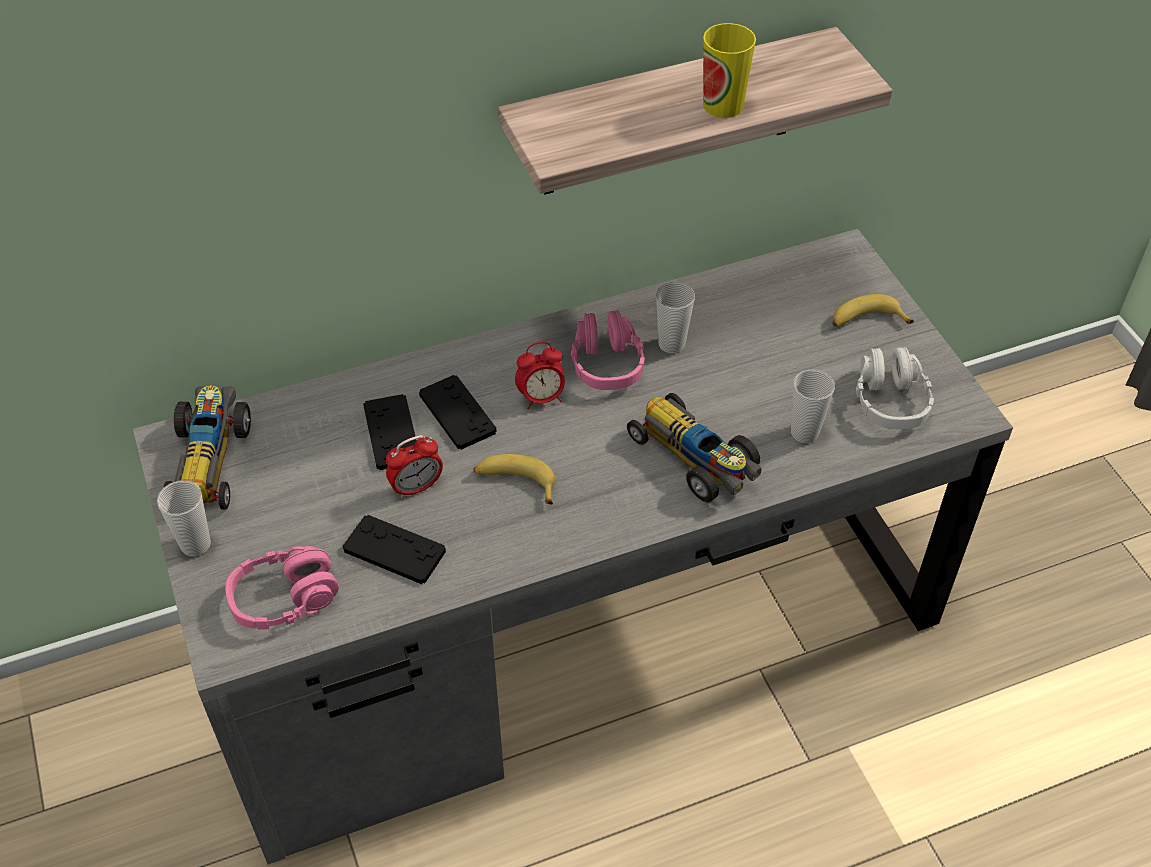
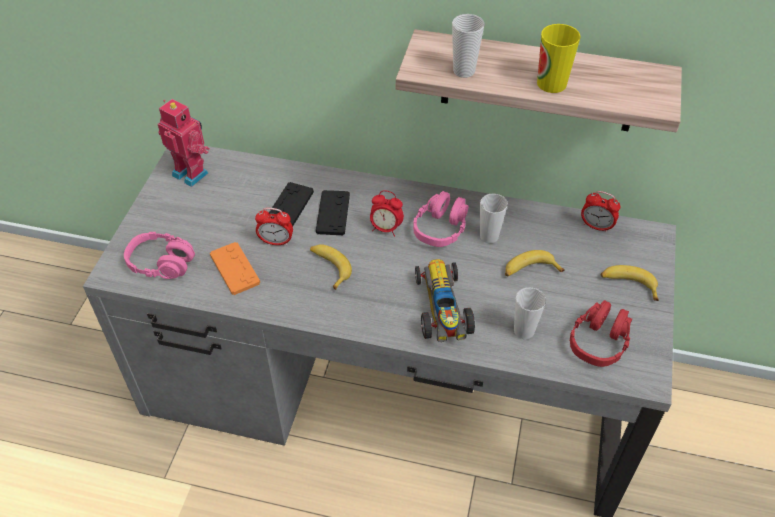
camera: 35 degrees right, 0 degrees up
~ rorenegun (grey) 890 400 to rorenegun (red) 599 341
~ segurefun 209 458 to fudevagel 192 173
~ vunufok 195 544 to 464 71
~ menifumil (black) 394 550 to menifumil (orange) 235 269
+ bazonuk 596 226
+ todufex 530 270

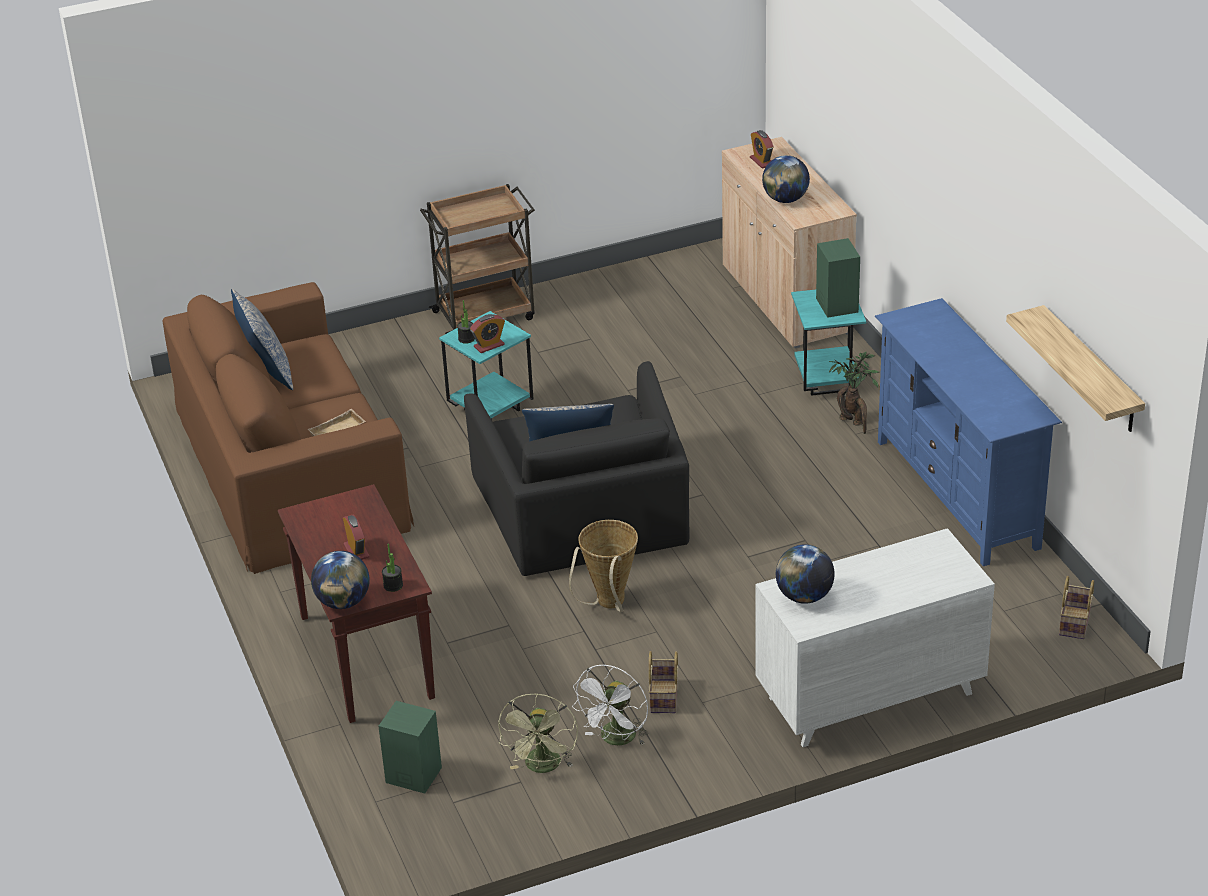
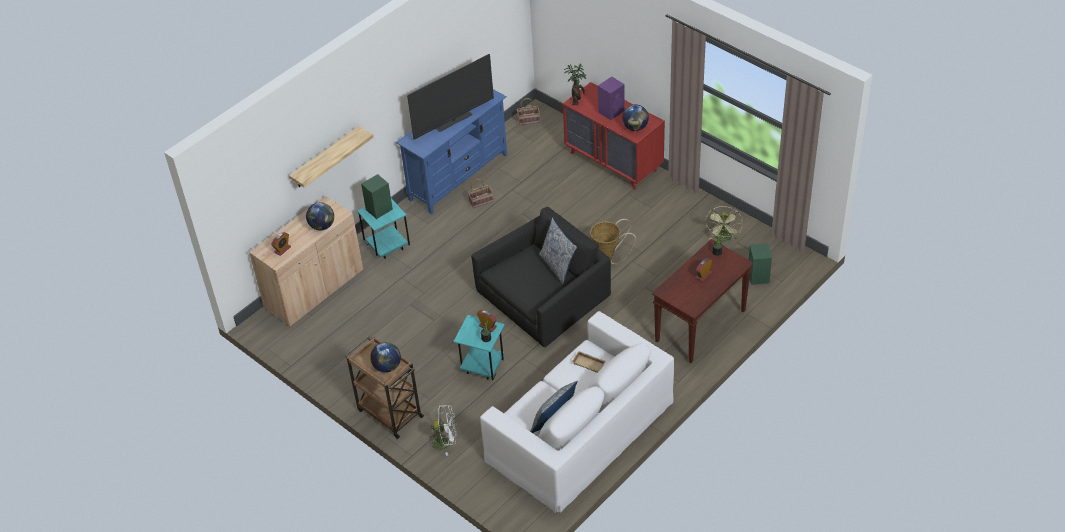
camera: 115 degrees left, 10 degrees up
~ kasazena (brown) 290 466 to kasazena (white) 580 430
~ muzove 1091 371 to 325 158
~ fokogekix 853 422 to 577 100
~ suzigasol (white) 869 697 to suzigasol (red) 614 162
~ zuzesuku 343 602 to 387 367
~ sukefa 664 697 to 481 201
~ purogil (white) 616 740 to 445 442
~ purogil (green) 543 767 = 724 239 120 degrees clockwise
+ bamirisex 453 121
+ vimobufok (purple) 611 111

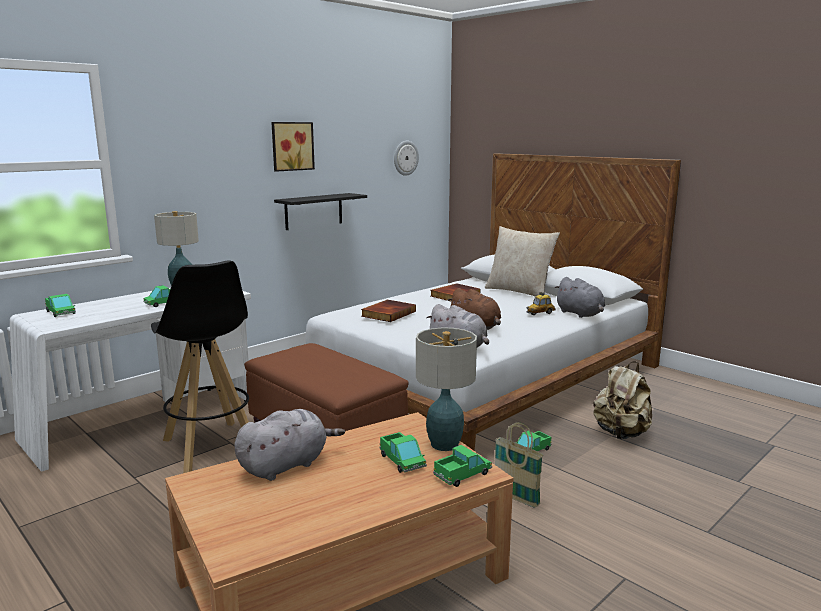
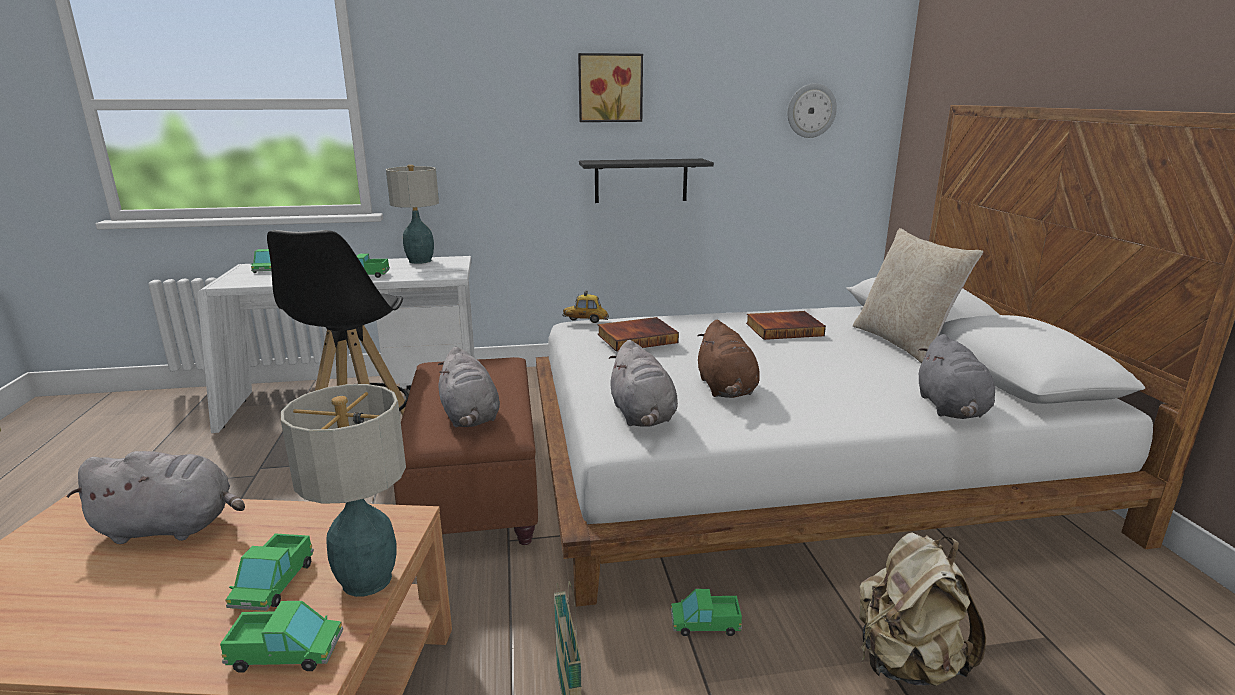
camera: 35 degrees right, 5 degrees up
~ segurefun 540 313 to 585 320
+ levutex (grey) 470 417

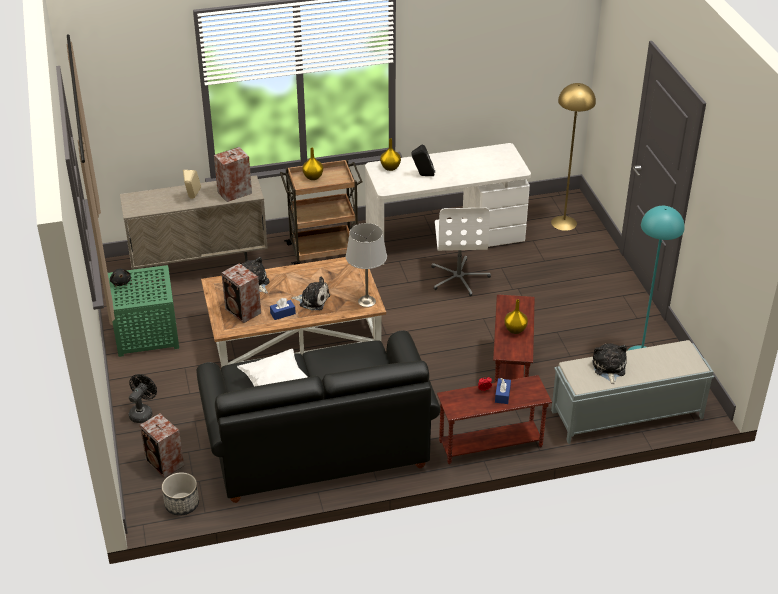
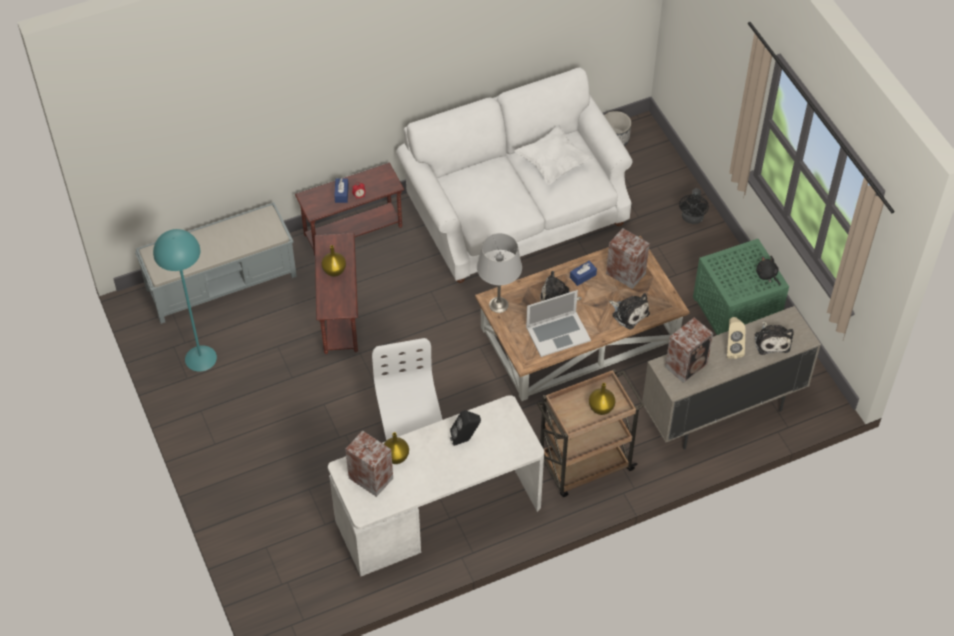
camera: 170 degrees right, 15 degrees up
- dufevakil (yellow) 563 223
~ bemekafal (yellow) 390 168 to 396 456
~ kasazena (black) 316 442 to kasazena (white) 517 211
~ levutex 609 368 to 771 341
~ vimobufok 165 464 to 370 477
+ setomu 558 333

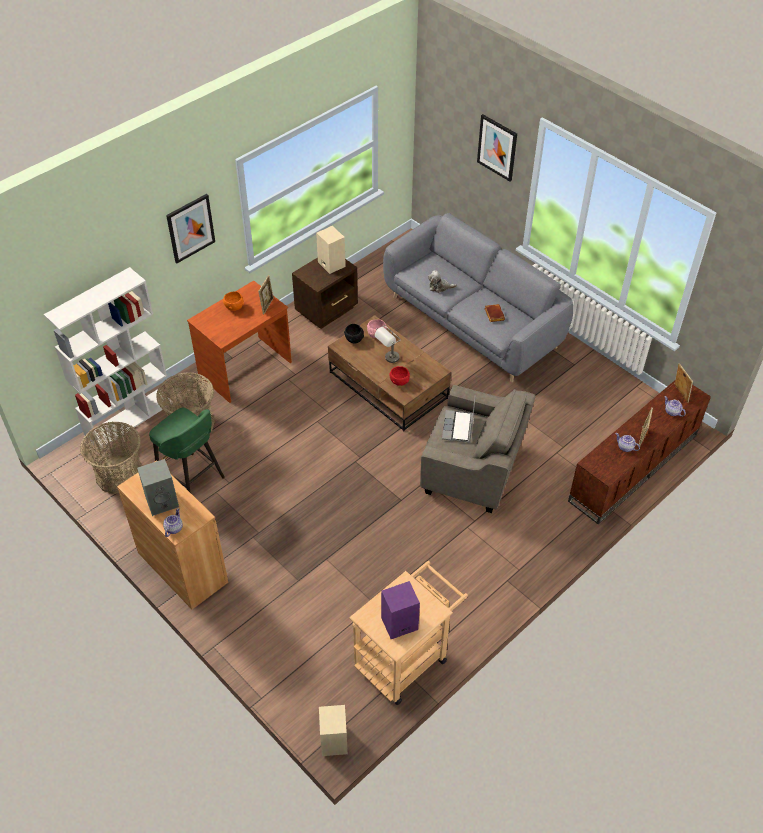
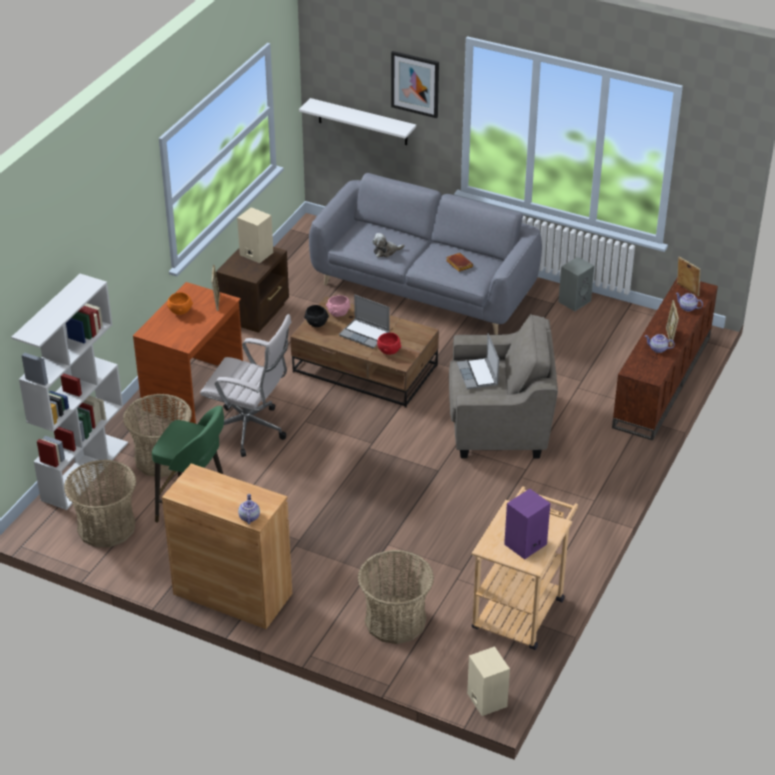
camera: 20 degrees left, 10 degrees down
- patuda 190 228
~ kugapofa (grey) 388 360 to setomu 365 334
~ vimobufok (grey) 163 501 to 574 301
+ muzove (white) 362 122
+ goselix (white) 251 431
+ sukefa 395 621

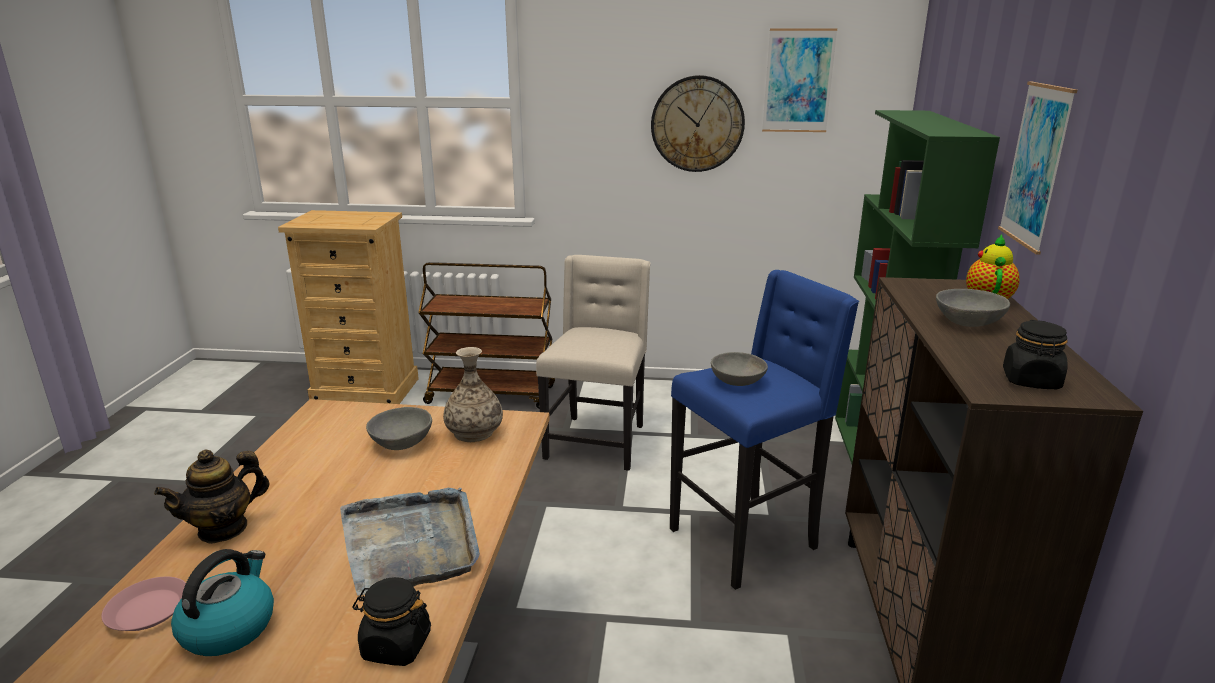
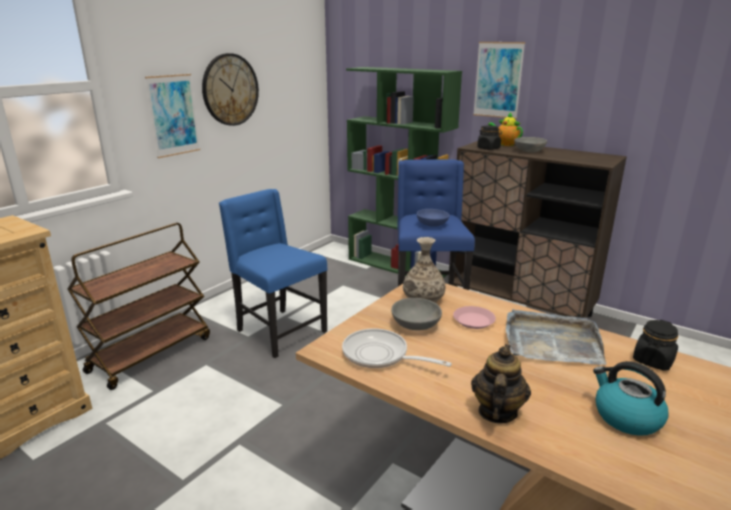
camera: 60 degrees left, 0 degrees up
~ patuda 798 81 to 173 115
~ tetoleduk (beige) 597 441 to tetoleduk (blue) 279 331
~ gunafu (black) 1031 381 to 488 148
~ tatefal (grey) 737 382 to tatefal (blue) 432 225
~ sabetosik 223 529 = 497 412 150 degrees counterclockwise
~ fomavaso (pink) 148 610 to 474 320
+ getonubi 380 355

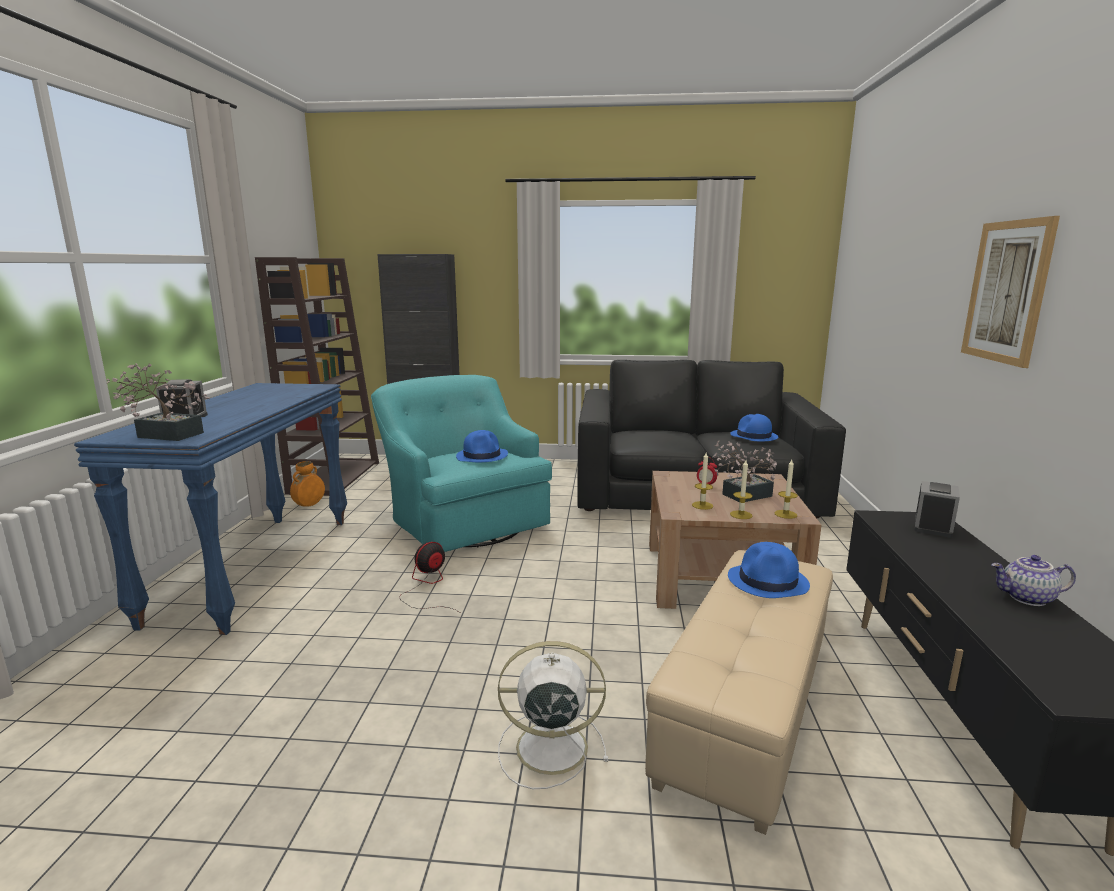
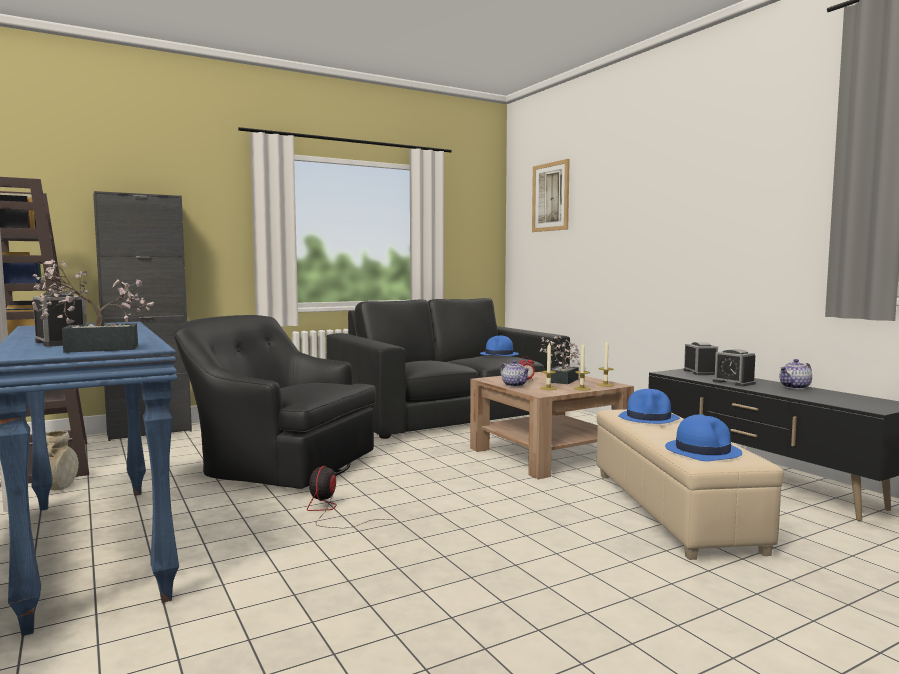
camera: 35 degrees left, 10 degrees down
~ patuda 1007 291 to 550 197
~ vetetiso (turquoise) 464 520 to vetetiso (black) 279 465
~ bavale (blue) 482 456 to 702 451
~ bemekafal (orange) 309 505 to bemekafal (beige) 60 488
- purogil (white) 548 747
+ bazonuk 733 382
+ sabetosik 515 385

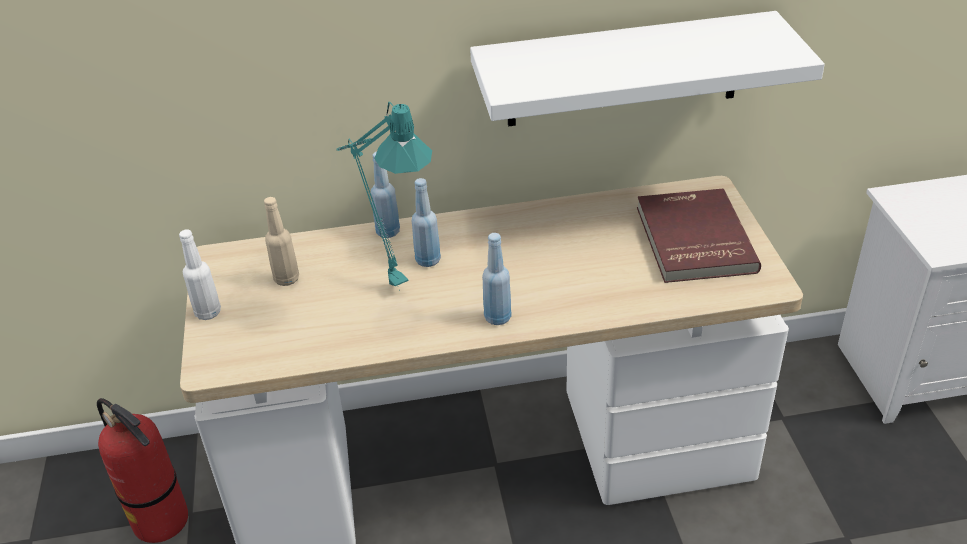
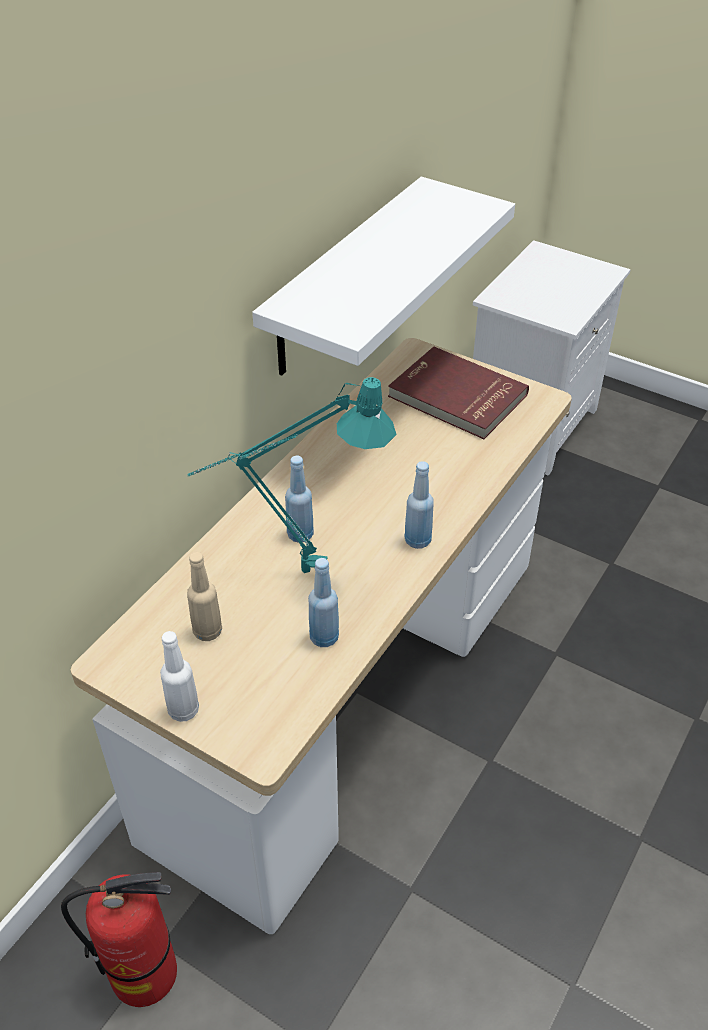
camera: 50 degrees left, 5 degrees up
~ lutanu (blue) 388 232 to 324 637

